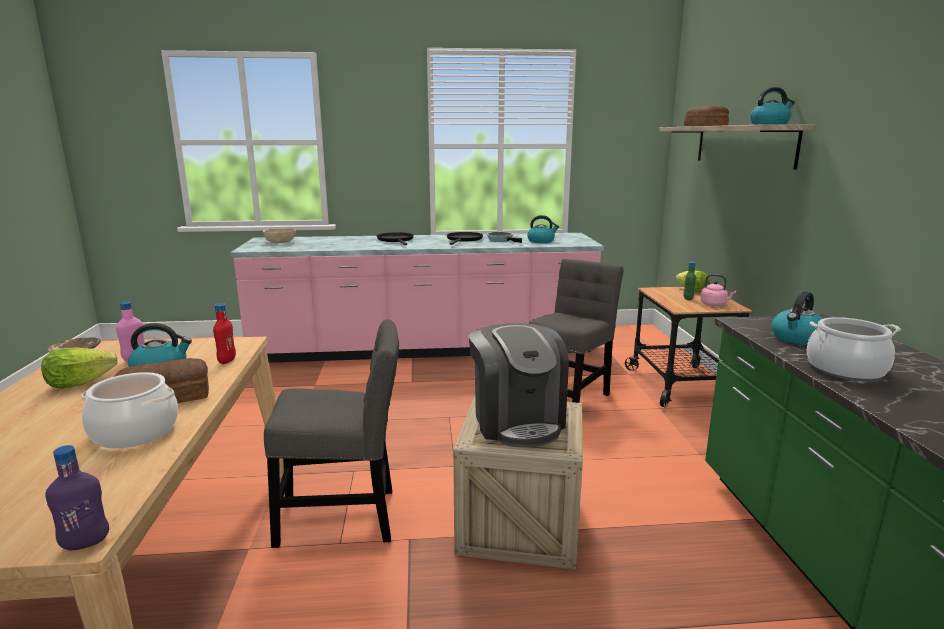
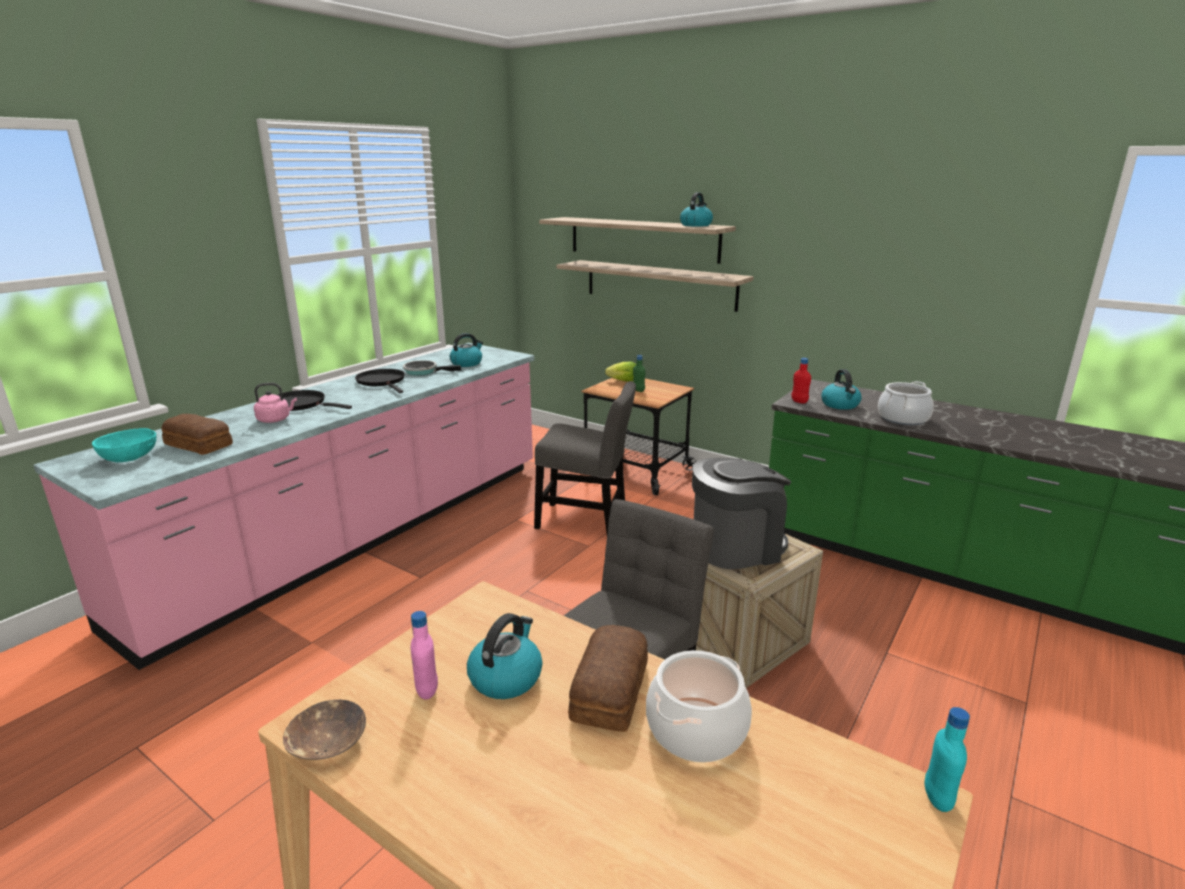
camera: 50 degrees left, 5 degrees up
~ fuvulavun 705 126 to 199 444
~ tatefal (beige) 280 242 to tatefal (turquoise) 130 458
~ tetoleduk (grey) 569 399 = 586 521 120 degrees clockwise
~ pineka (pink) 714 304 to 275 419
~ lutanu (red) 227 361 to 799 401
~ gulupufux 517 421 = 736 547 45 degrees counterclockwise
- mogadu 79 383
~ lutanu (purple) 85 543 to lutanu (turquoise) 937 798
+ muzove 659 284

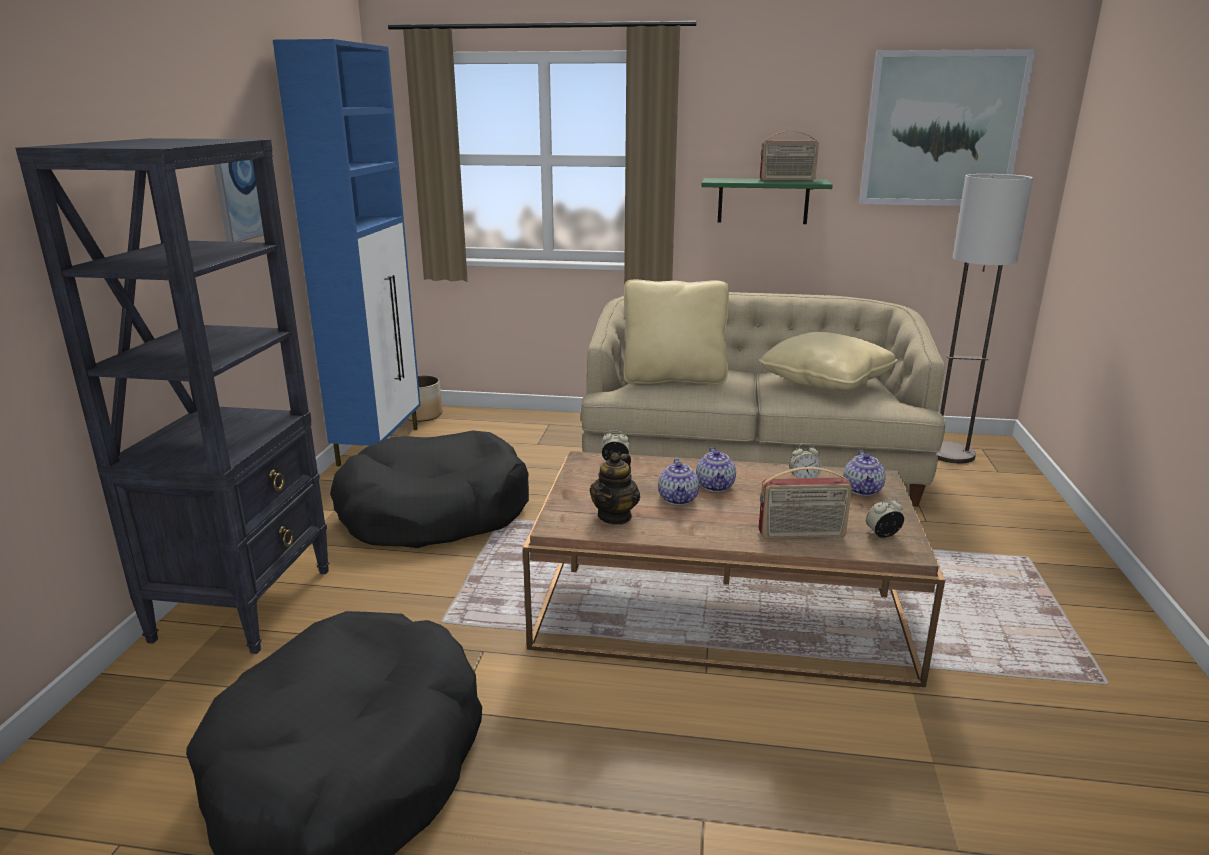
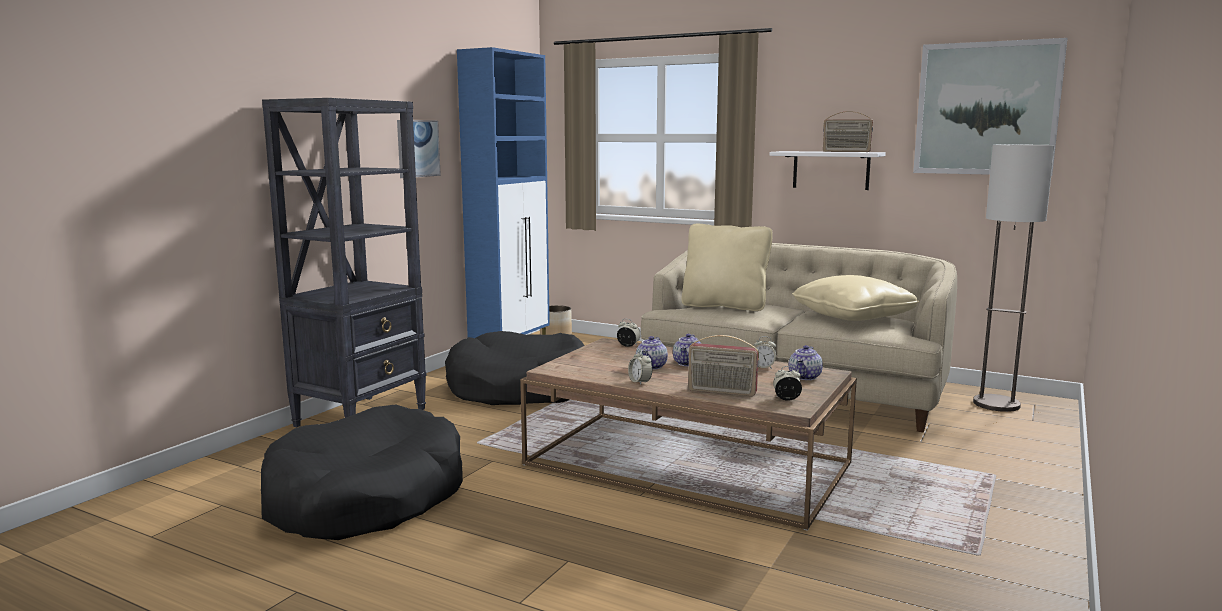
camera: 20 degrees right, 10 degrees down
~ muzove (green) 763 201 to muzove (white) 831 170
- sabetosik 615 516
+ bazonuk 640 382

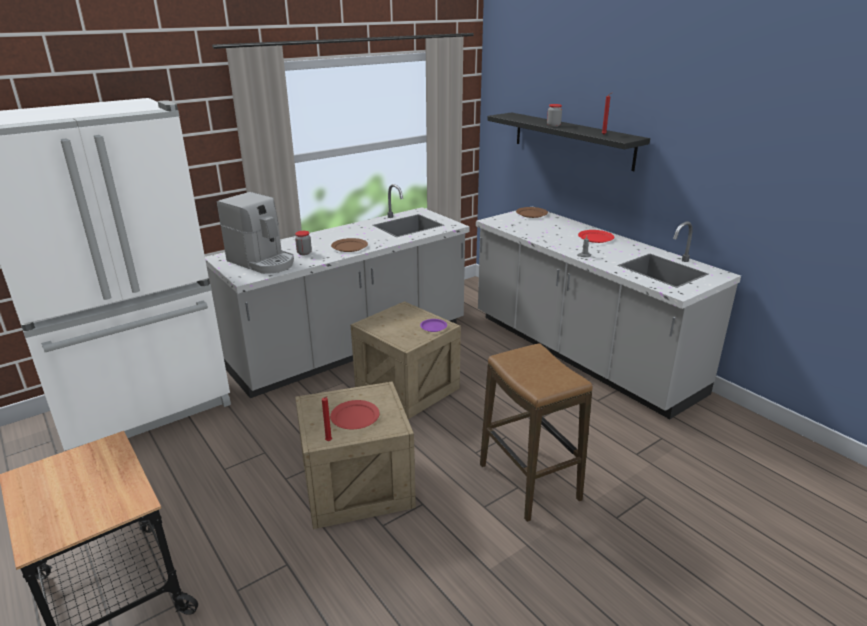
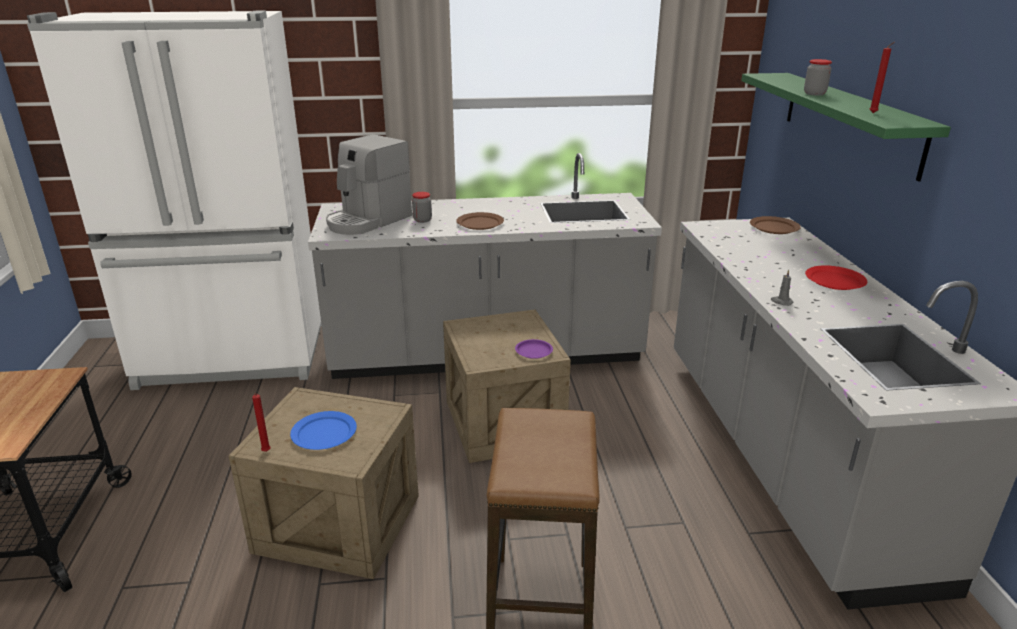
camera: 30 degrees right, 0 degrees up
~ muzove (black) 572 140 to muzove (green) 849 121
~ gulupufux 262 262 = 368 221 60 degrees clockwise
~ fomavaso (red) 355 417 to fomavaso (blue) 324 433

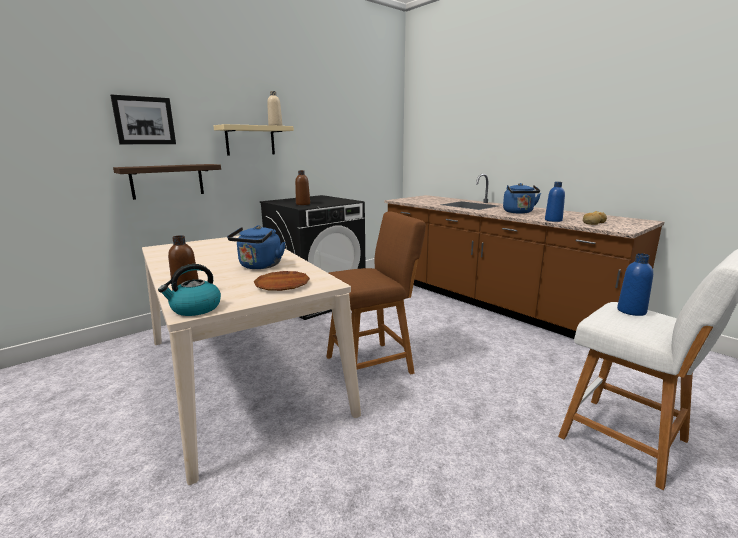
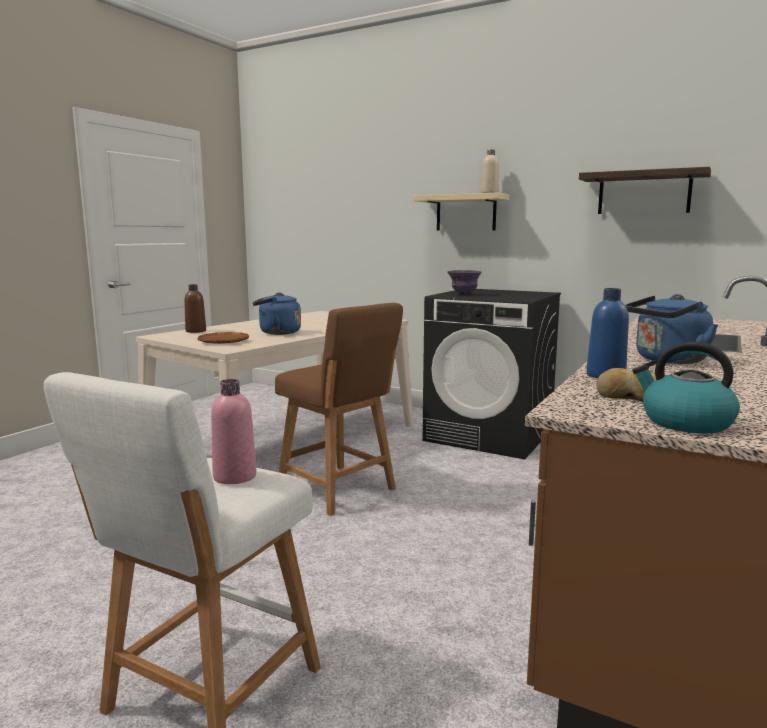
camera: 70 degrees right, 5 degrees down
- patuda 144 120
~ muzove 167 181 to 644 193
~ lutanu (brown) 303 204 to tatefal (purple) 463 294
~ lutanu (blue) 631 311 to lutanu (pink) 235 476
~ pineka 195 309 to 685 422

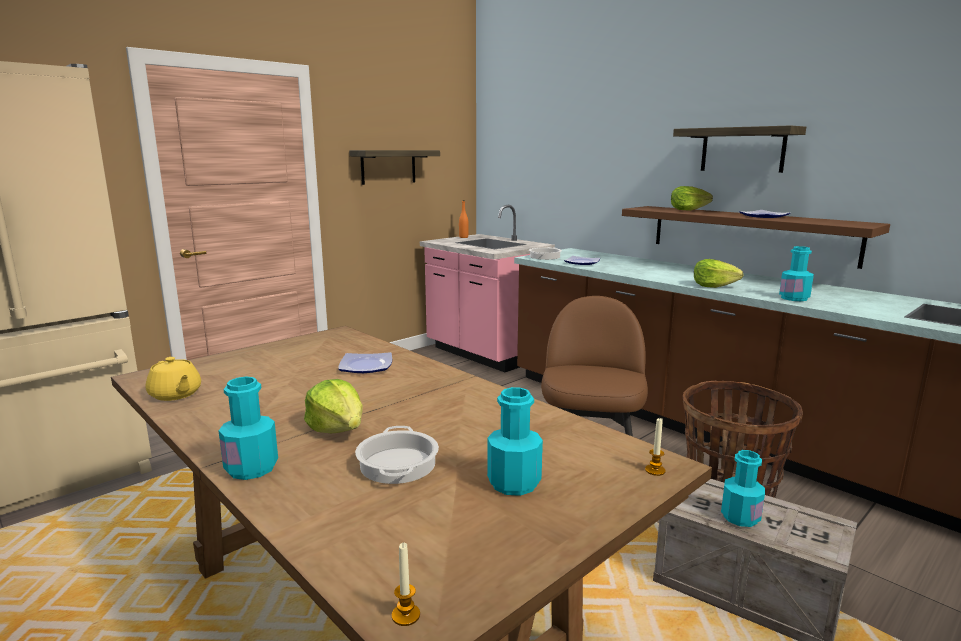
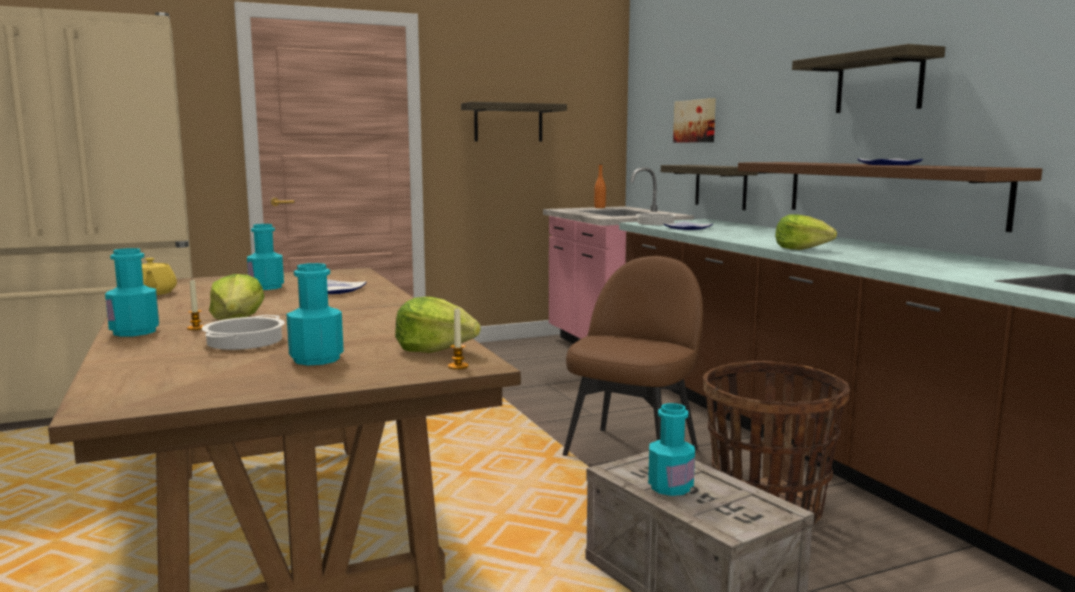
camera: 20 degrees right, 5 degrees down
~ mogadu 688 210 to 435 349
~ lutanu (turquoise) 794 298 to 266 287
~ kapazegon 405 615 to 196 328
+ patuda 696 121
+ muzove 720 186

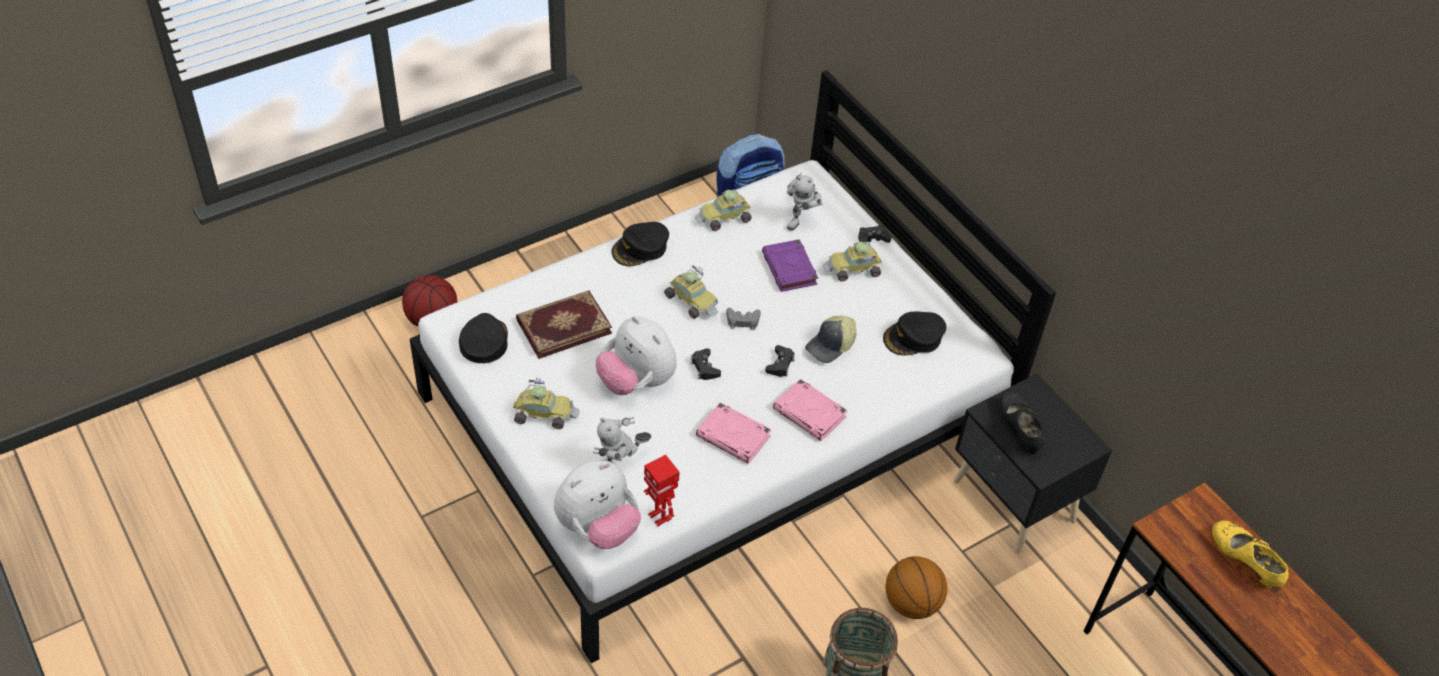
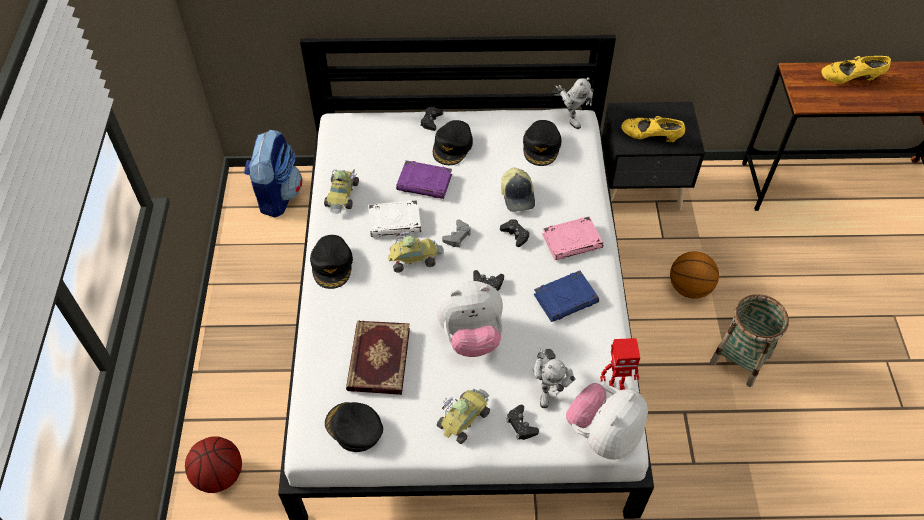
camera: 55 degrees left, 5 degrees up
~ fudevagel 801 219 to 570 117
~ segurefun 854 269 to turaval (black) 452 146
~ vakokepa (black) 1019 430 to vakokepa (yellow) 650 137
~ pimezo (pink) 734 437 to pimezo (blue) 566 298
~ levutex 597 527 = 603 434 135 degrees counterclockwise
+ pimezo (white) 395 221
+ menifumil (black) 521 425

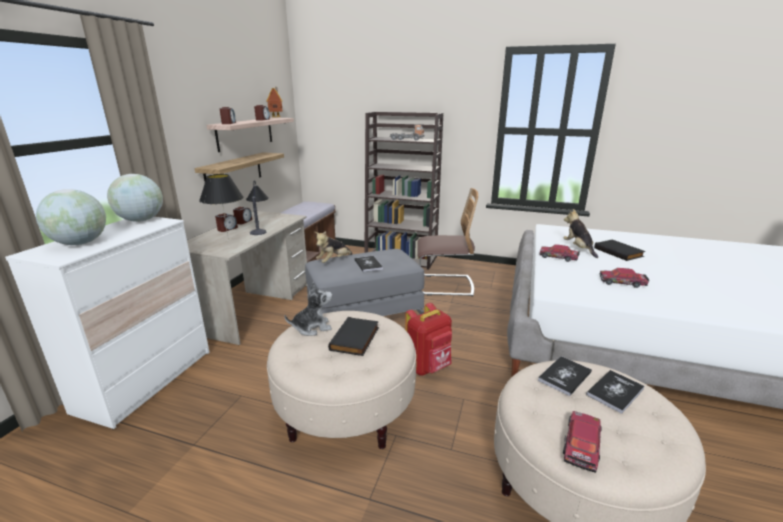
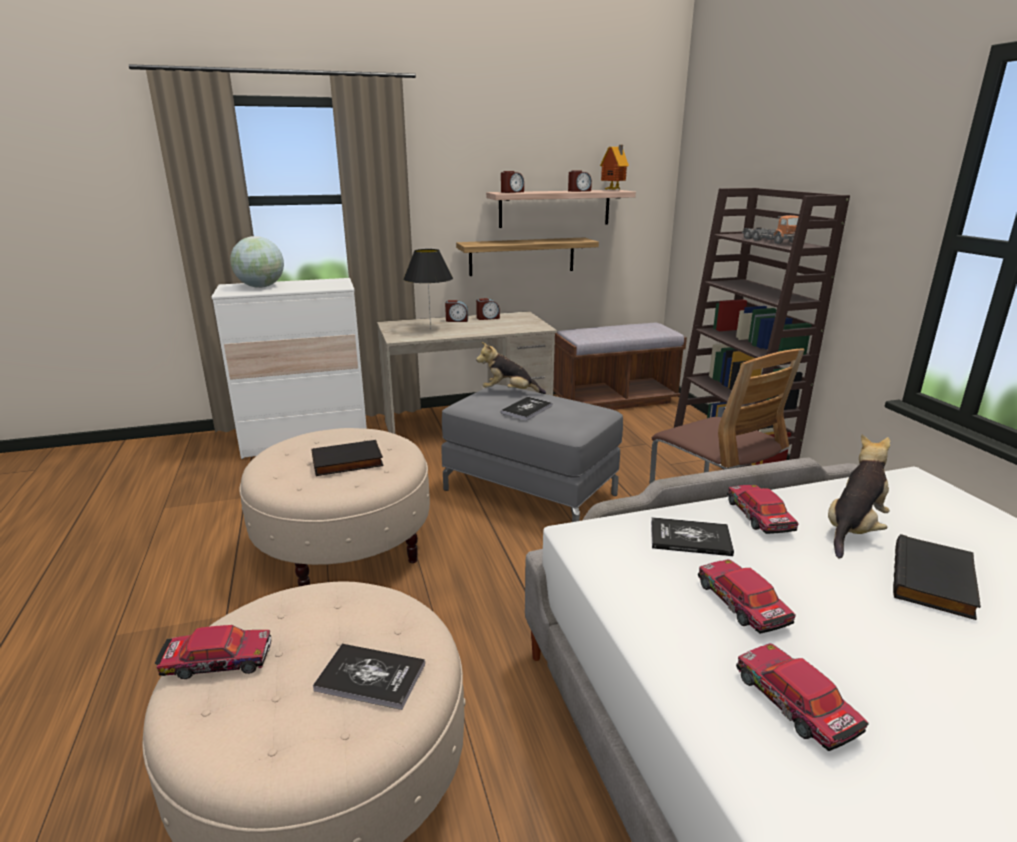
camera: 55 degrees right, 0 degrees up
- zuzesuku 141 220
- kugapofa 259 227
- levutex 312 327
- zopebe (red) 428 367
~ pimezo 564 376 to 690 538
+ segurefun 795 705

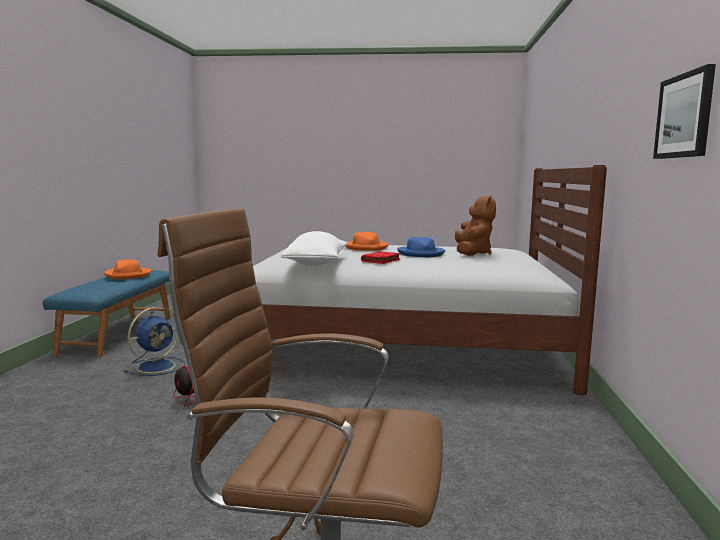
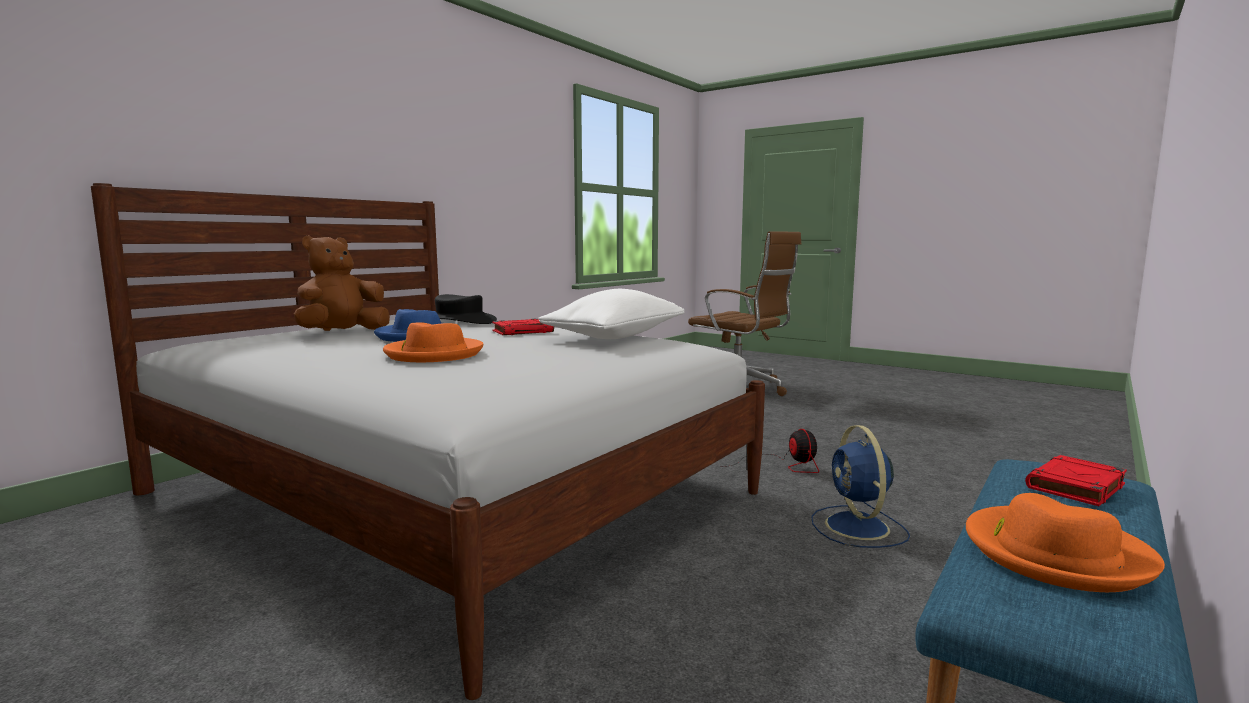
camera: 150 degrees left, 0 degrees up
- patuda 684 116
~ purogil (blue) 157 366 = 858 528 75 degrees counterclockwise
+ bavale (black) 460 322
+ pimezo (red) 1075 487

